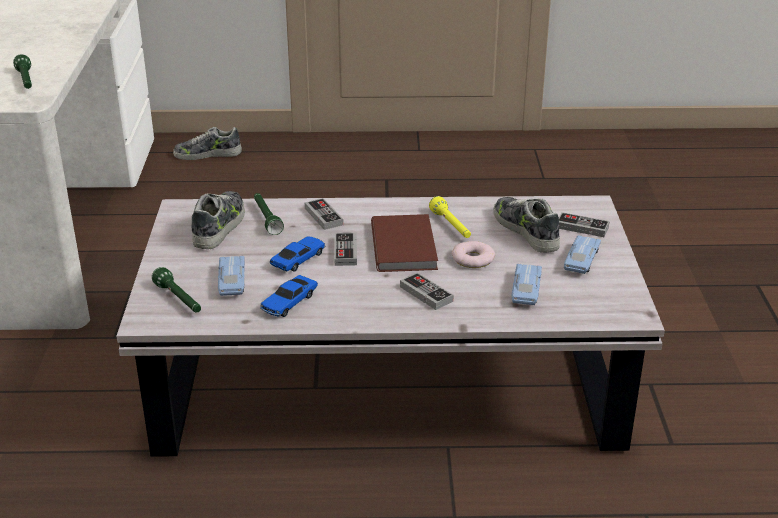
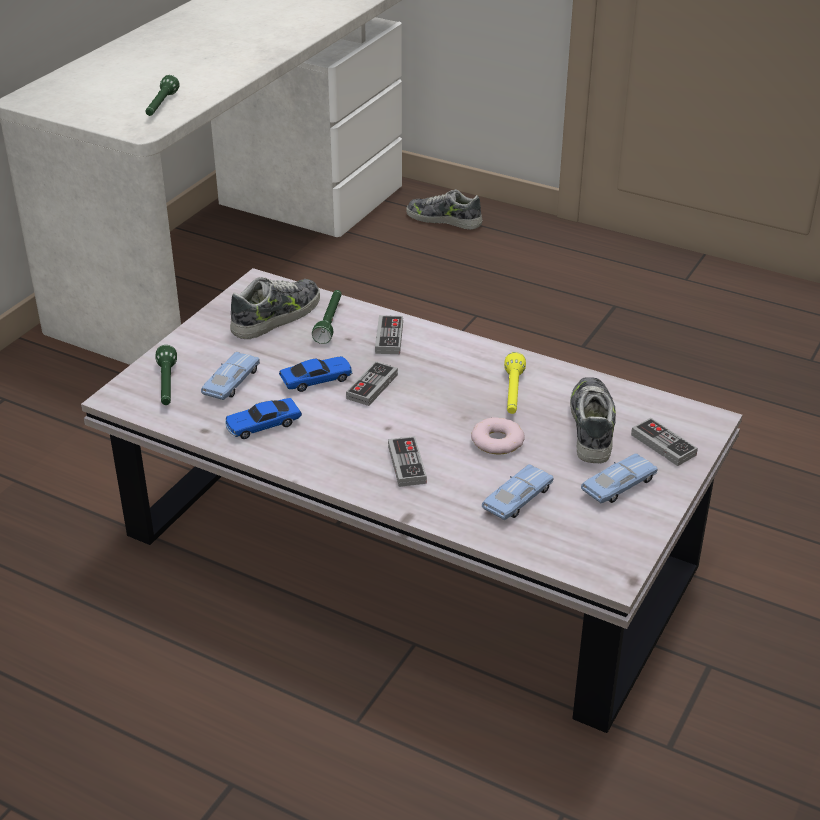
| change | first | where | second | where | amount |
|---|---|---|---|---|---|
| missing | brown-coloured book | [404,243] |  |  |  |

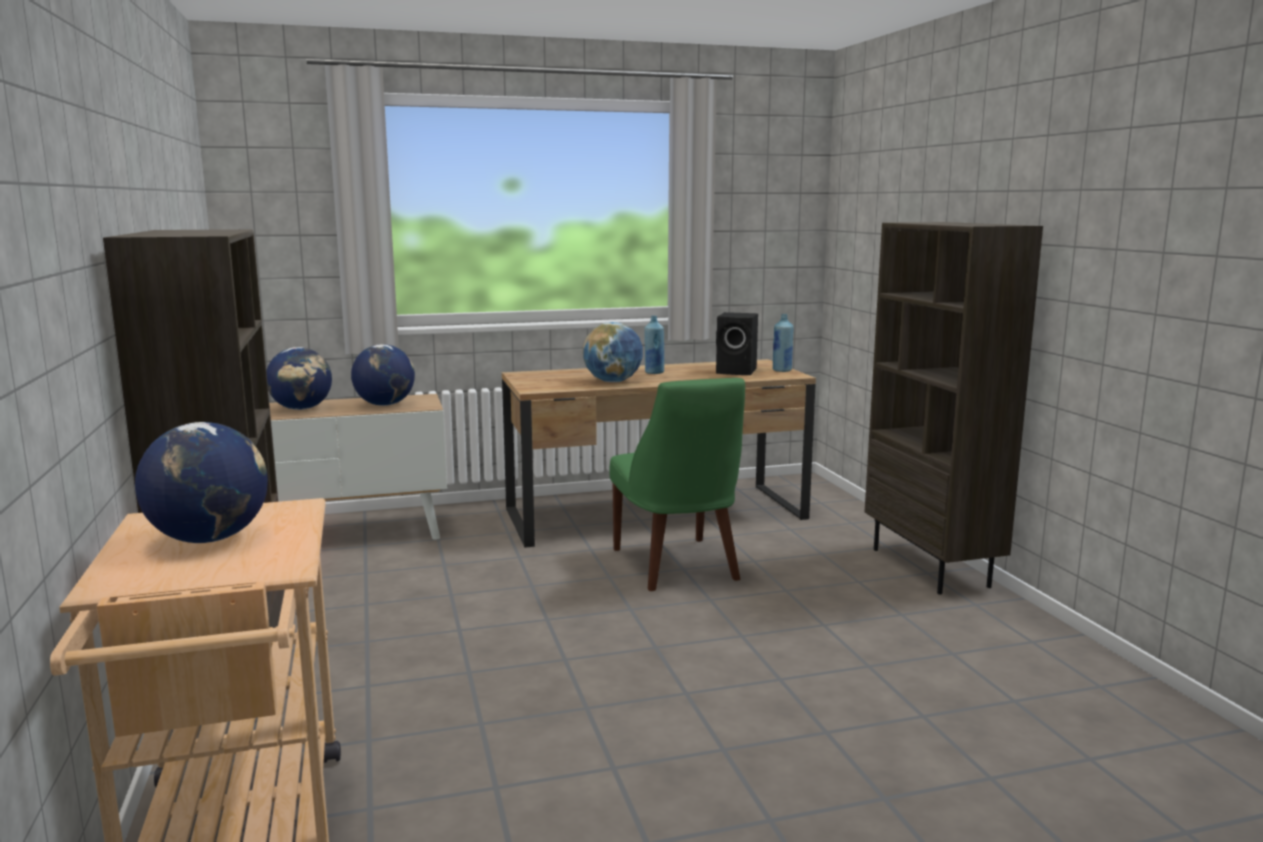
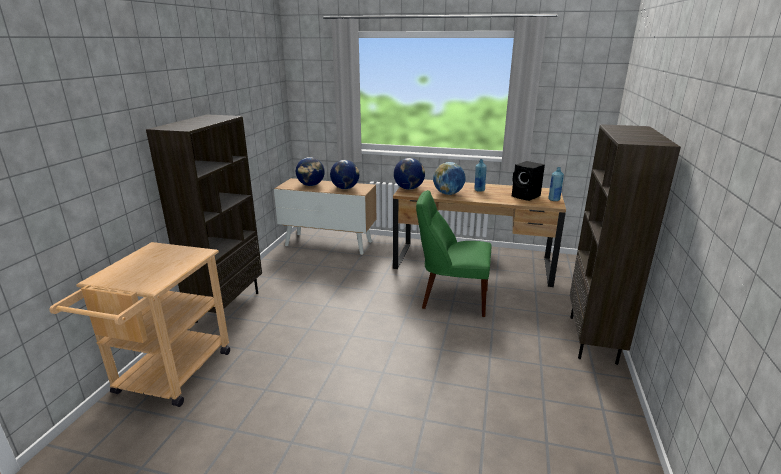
| change | first | where | second | where | amount |
|---|---|---|---|---|---|
| relocated | desk globe | [201,482] |  | [409,174] |  |
| spun | greenish plain chair | [677,484] |  | [453,253] | 90 degrees clockwise |

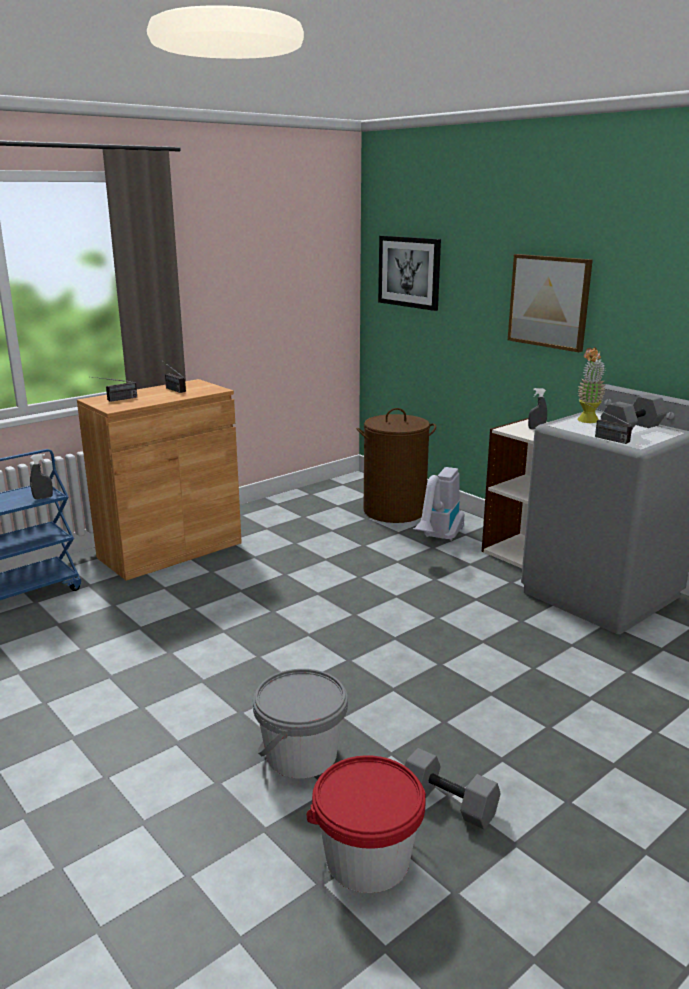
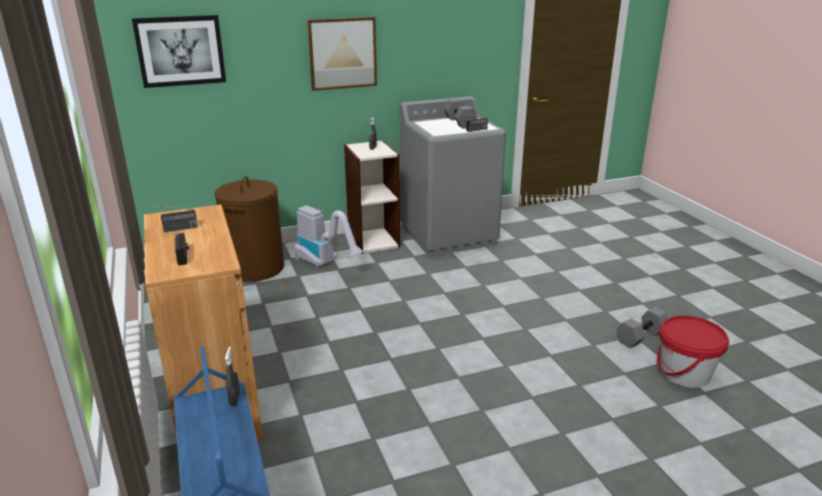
| change | first | where | second | where | amount |
|---|---|---|---|---|---|
| missing | greyish pail | [300,724] |  |  |  |
| missing | potted plant | [592,385] |  |  |  |

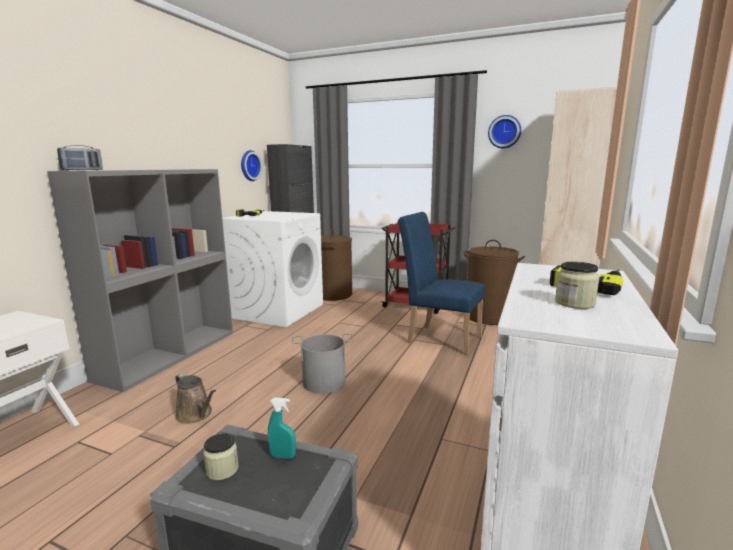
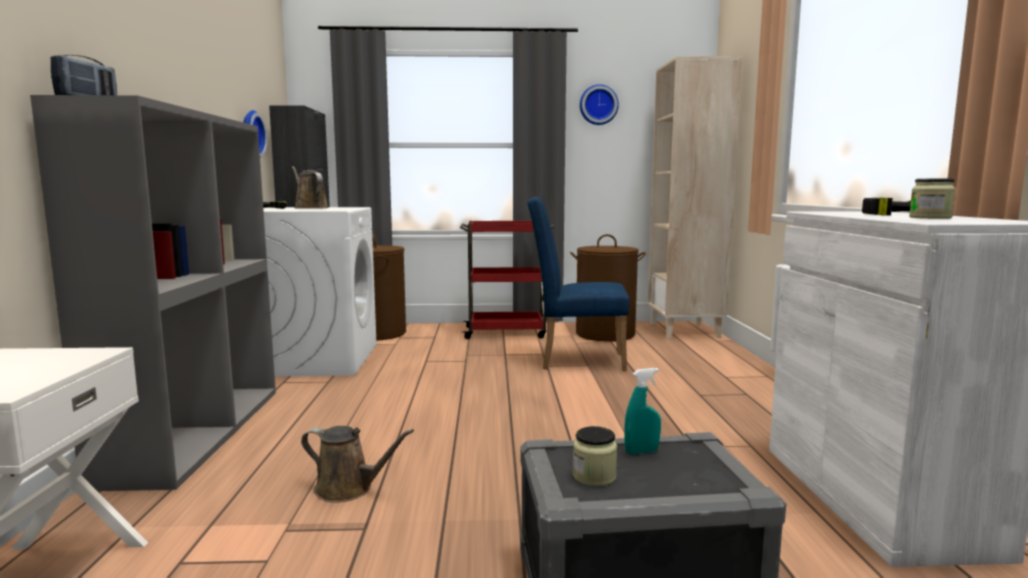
| change | first | where | second | where | amount |
|---|---|---|---|---|---|
| missing | greyish pail | [322,363] |  |  |  |
| appeared |  |  | brown-coloured watering can | [310,187] |  |

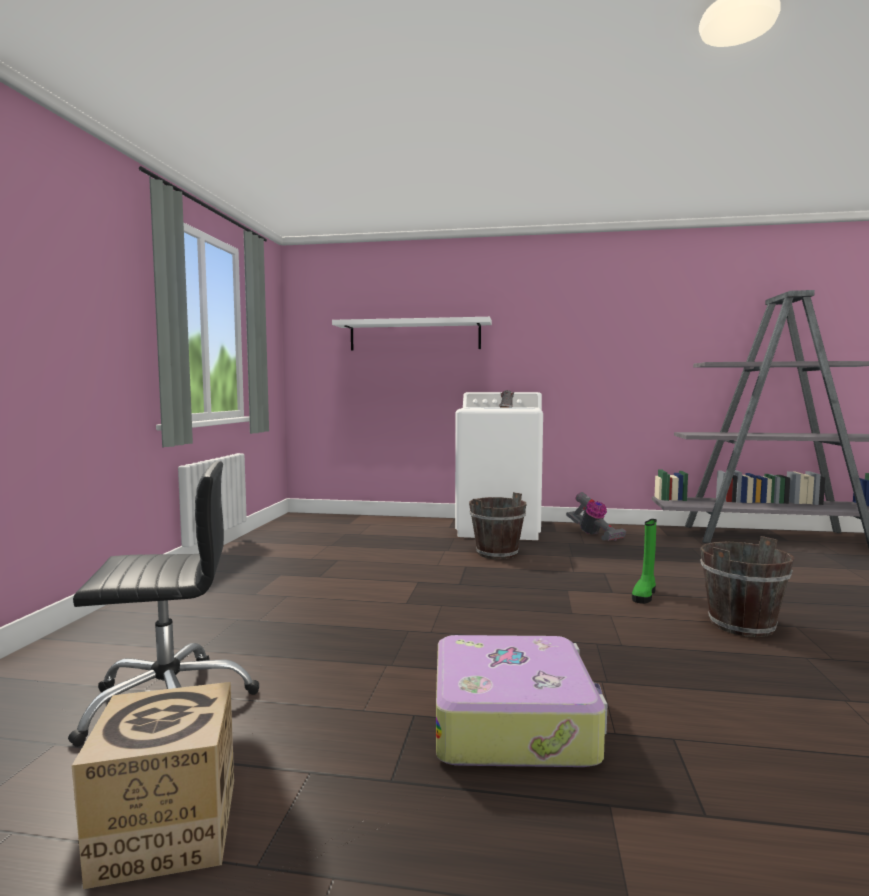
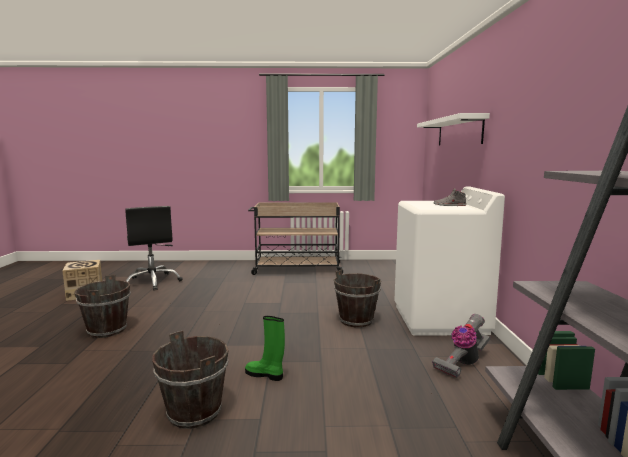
| change | first | where | second | where | amount |
|---|---|---|---|---|---|
| exchanged | suitcase | [521,701] | brown-coloured pail | [103,306] |  |
| appeared |  |  | beige wheeled cart | [296,238] |  |

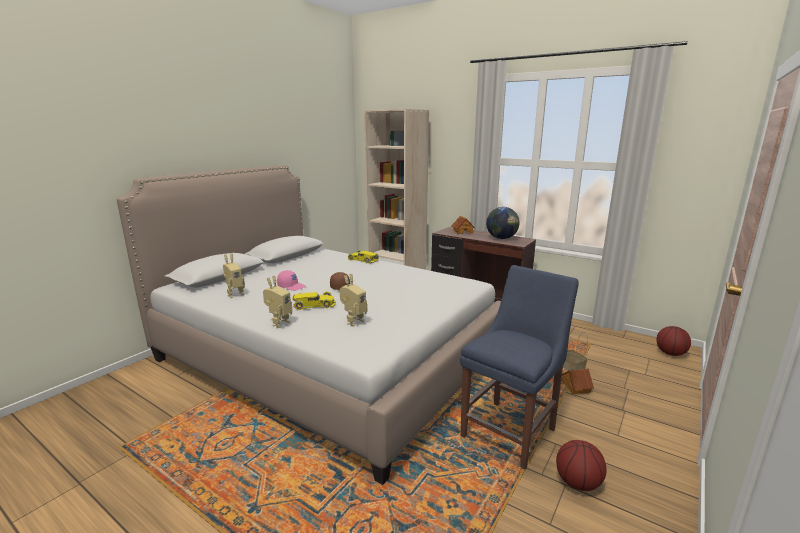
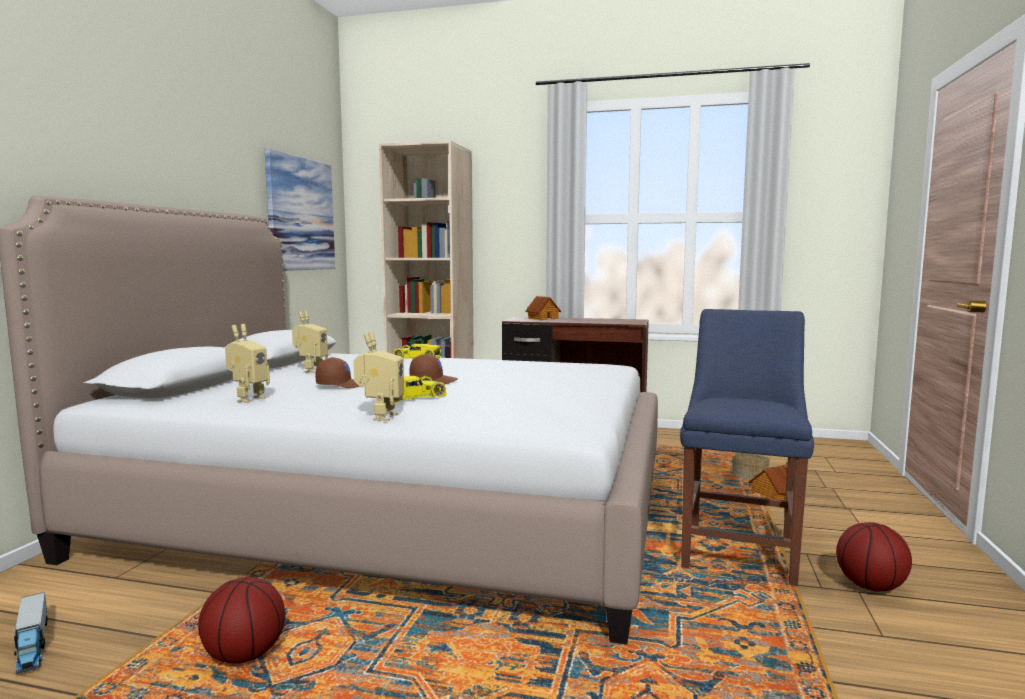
| change | first | where | second | where | amount |
|---|---|---|---|---|---|
| colour | pink-coloured baseball cap | [291,280] | brown-coloured baseball cap | [337,372] |  |
| relocated | model robot | [353,300] |  | [310,342] |  |
| missing | desk globe | [503,223] |  |  |  |
| relocated | ball for basketball | [674,341] |  | [241,620] |  |
| appeared |  |  | toy lorry | [31,633] |  |
| appeared |  |  | wall art | [300,210] |  |

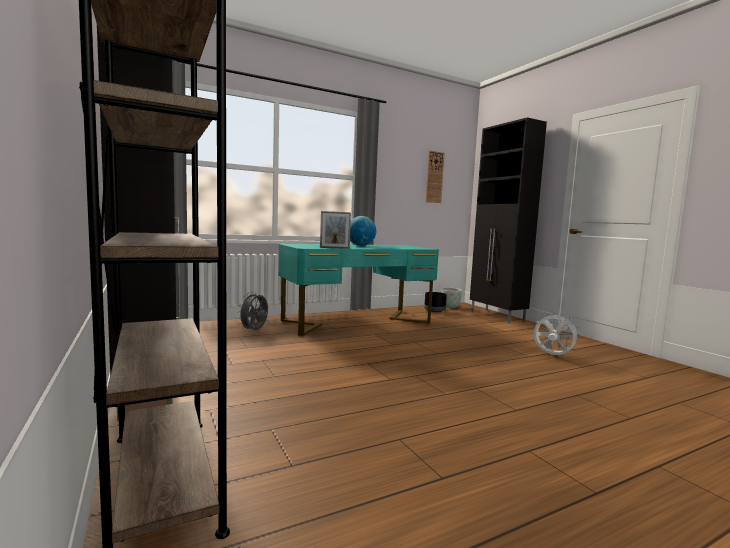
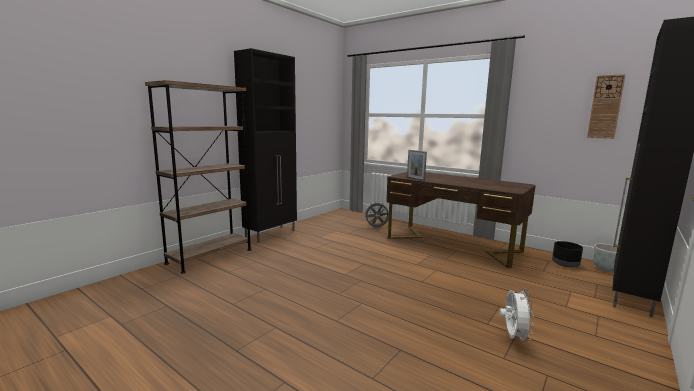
| change | first | where | second | where | amount |
|---|---|---|---|---|---|
| colour | turquoise desk | [358,290] | brown-coloured desk | [461,220] |  |
| missing | desk globe | [363,231] |  |  |  |

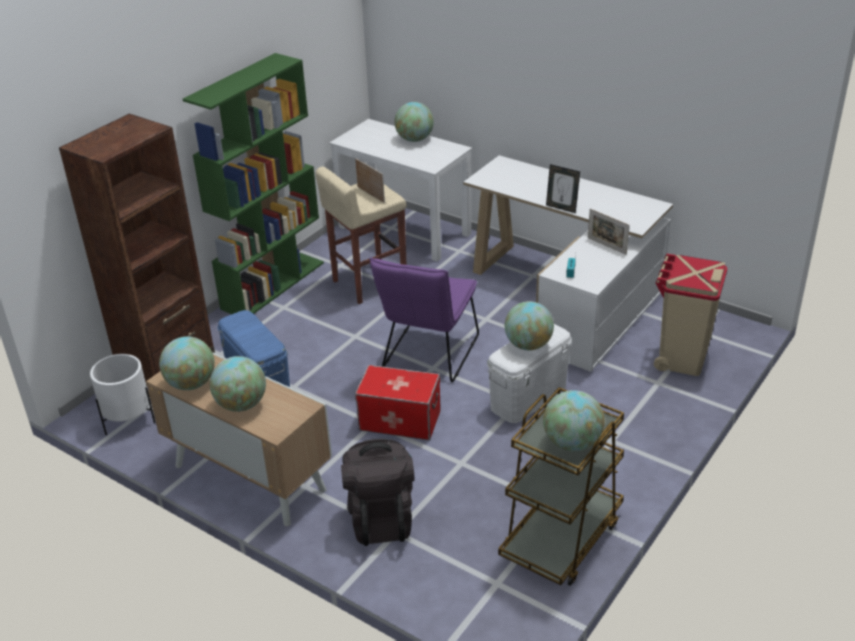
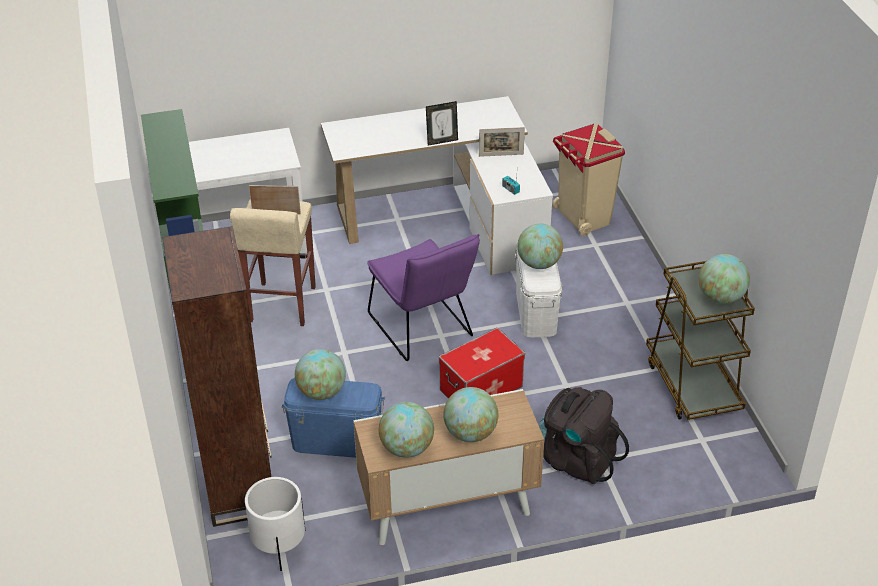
| change | first | where | second | where | amount |
|---|---|---|---|---|---|
| relocated | desk globe | [414,122] |  | [320,374] |  |

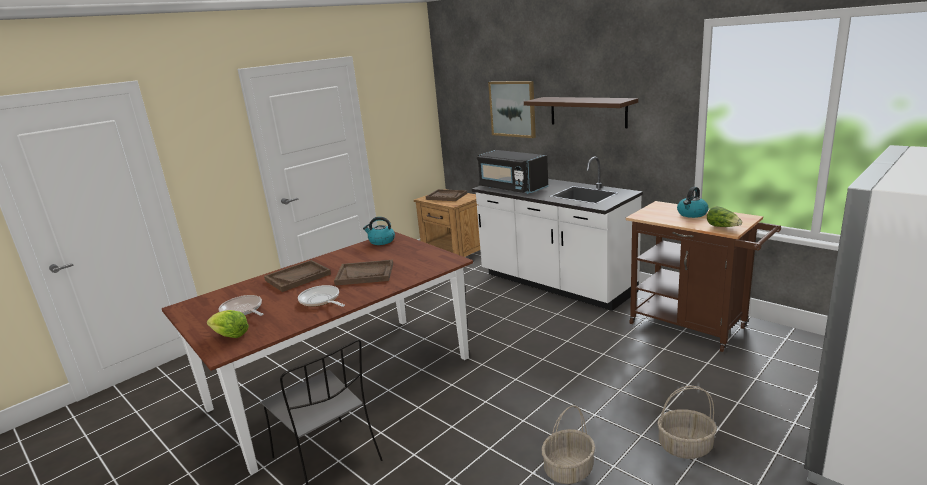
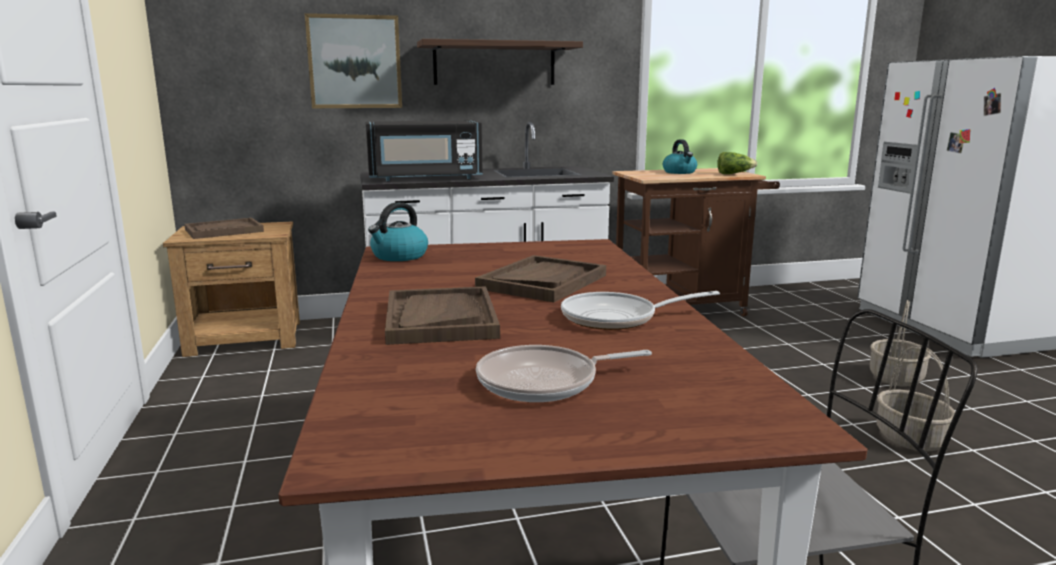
| change | first | where | second | where | amount |
|---|---|---|---|---|---|
| missing | lettuce head | [228,324] |  |  |  |

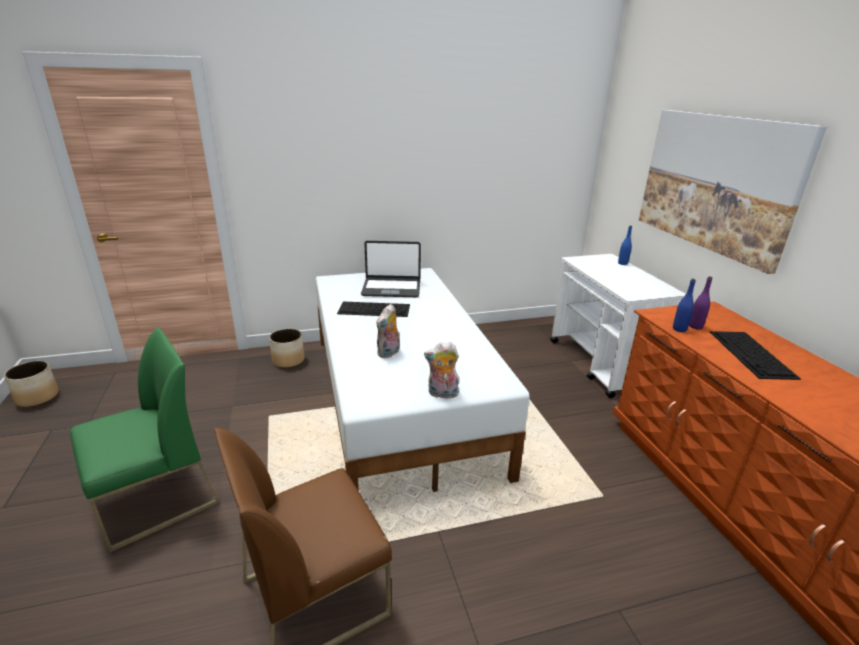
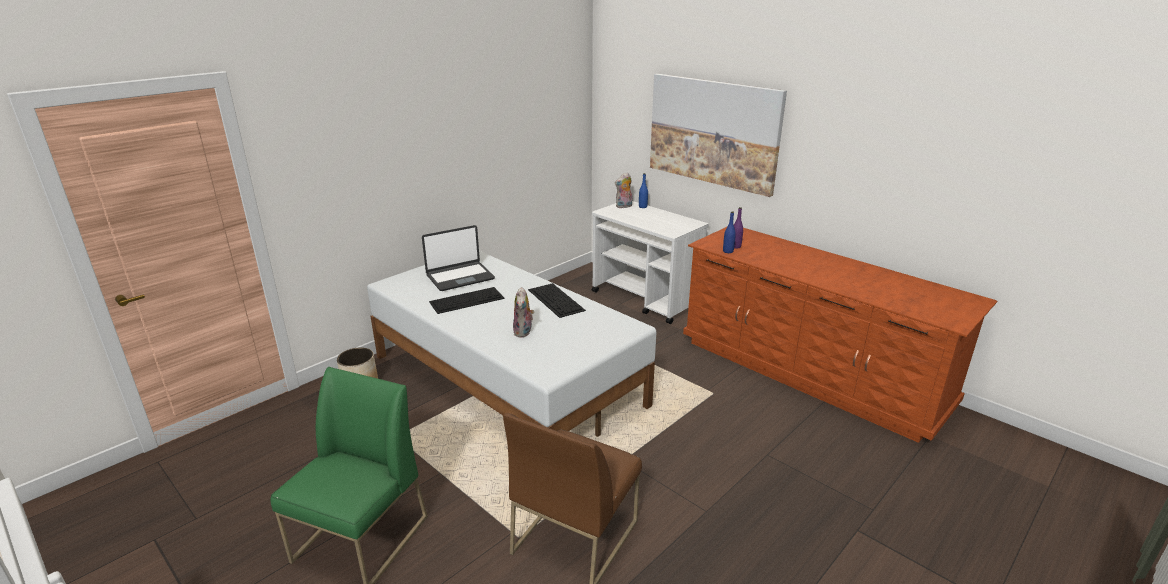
| change | first | where | second | where | amount |
|---|---|---|---|---|---|
| missing | flower pot | [31,384] |  |  |  |
| relocated | cuddly toy | [441,370] |  | [623,191] |  |
| relocated | computer keyboard | [755,355] |  | [557,300] |  |

